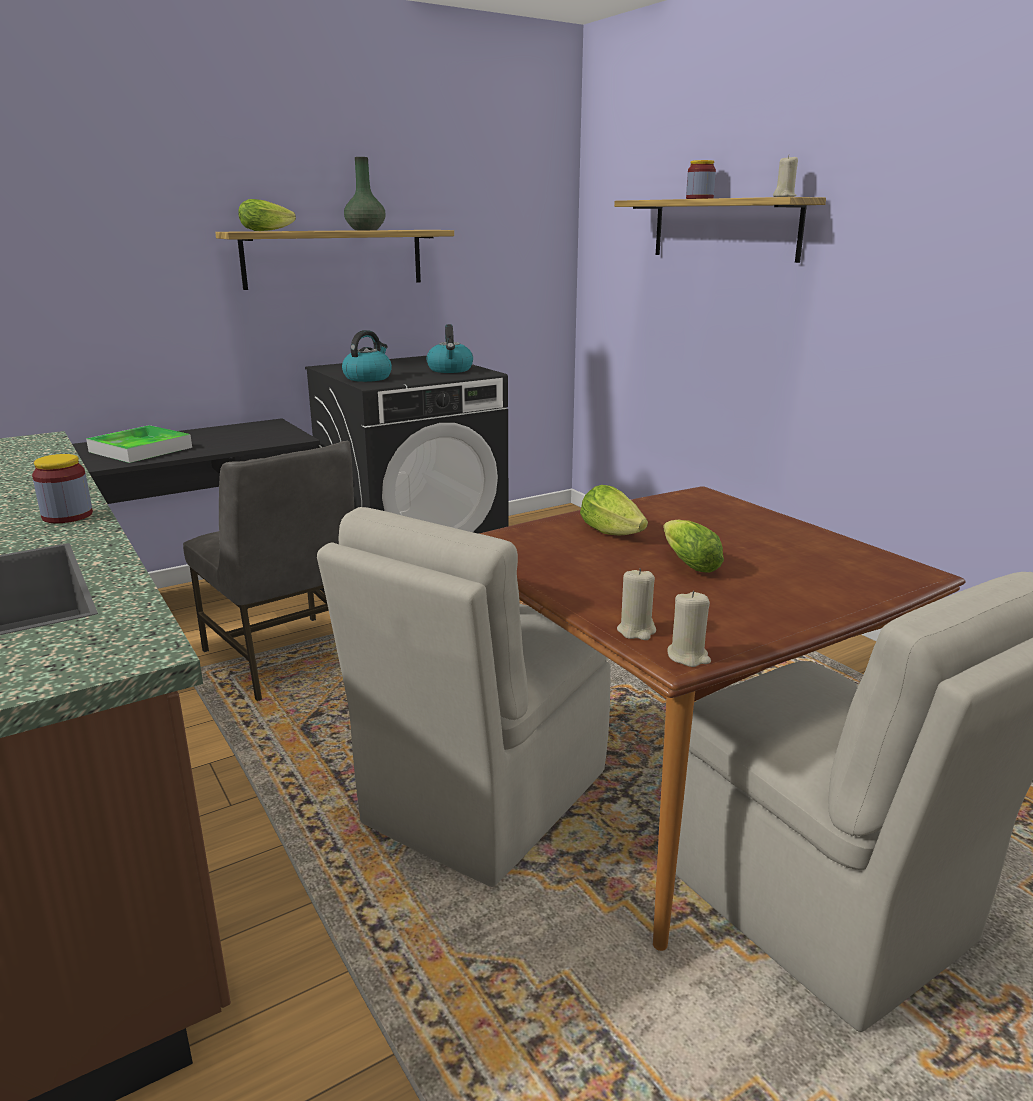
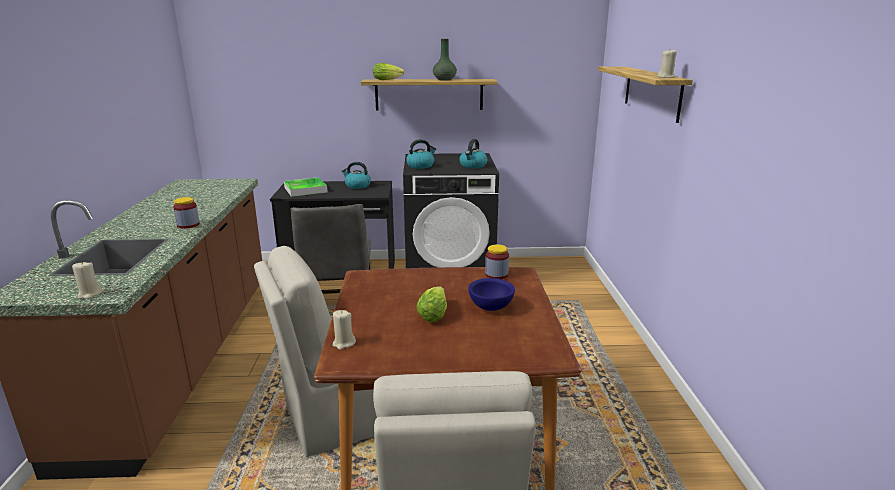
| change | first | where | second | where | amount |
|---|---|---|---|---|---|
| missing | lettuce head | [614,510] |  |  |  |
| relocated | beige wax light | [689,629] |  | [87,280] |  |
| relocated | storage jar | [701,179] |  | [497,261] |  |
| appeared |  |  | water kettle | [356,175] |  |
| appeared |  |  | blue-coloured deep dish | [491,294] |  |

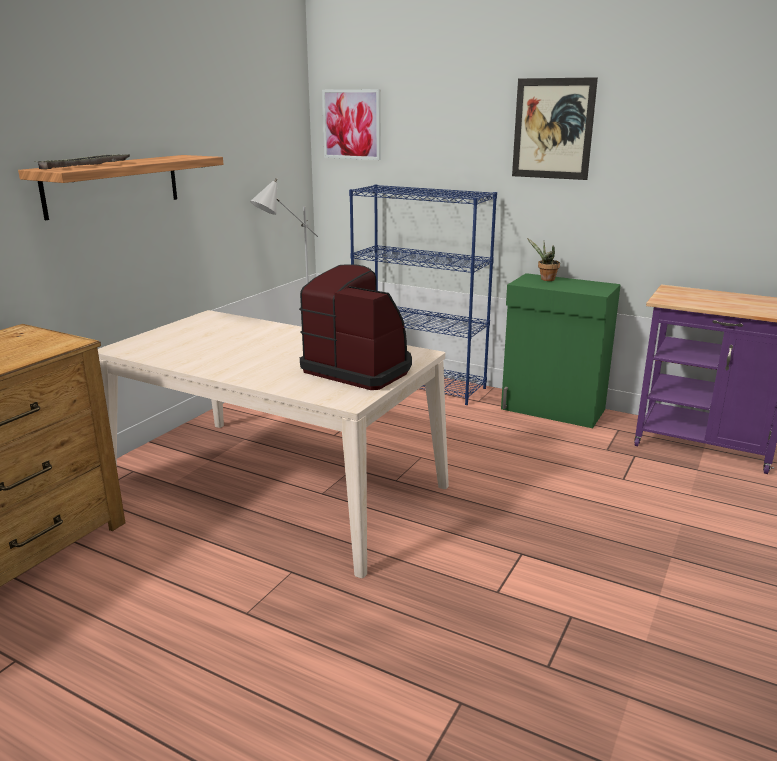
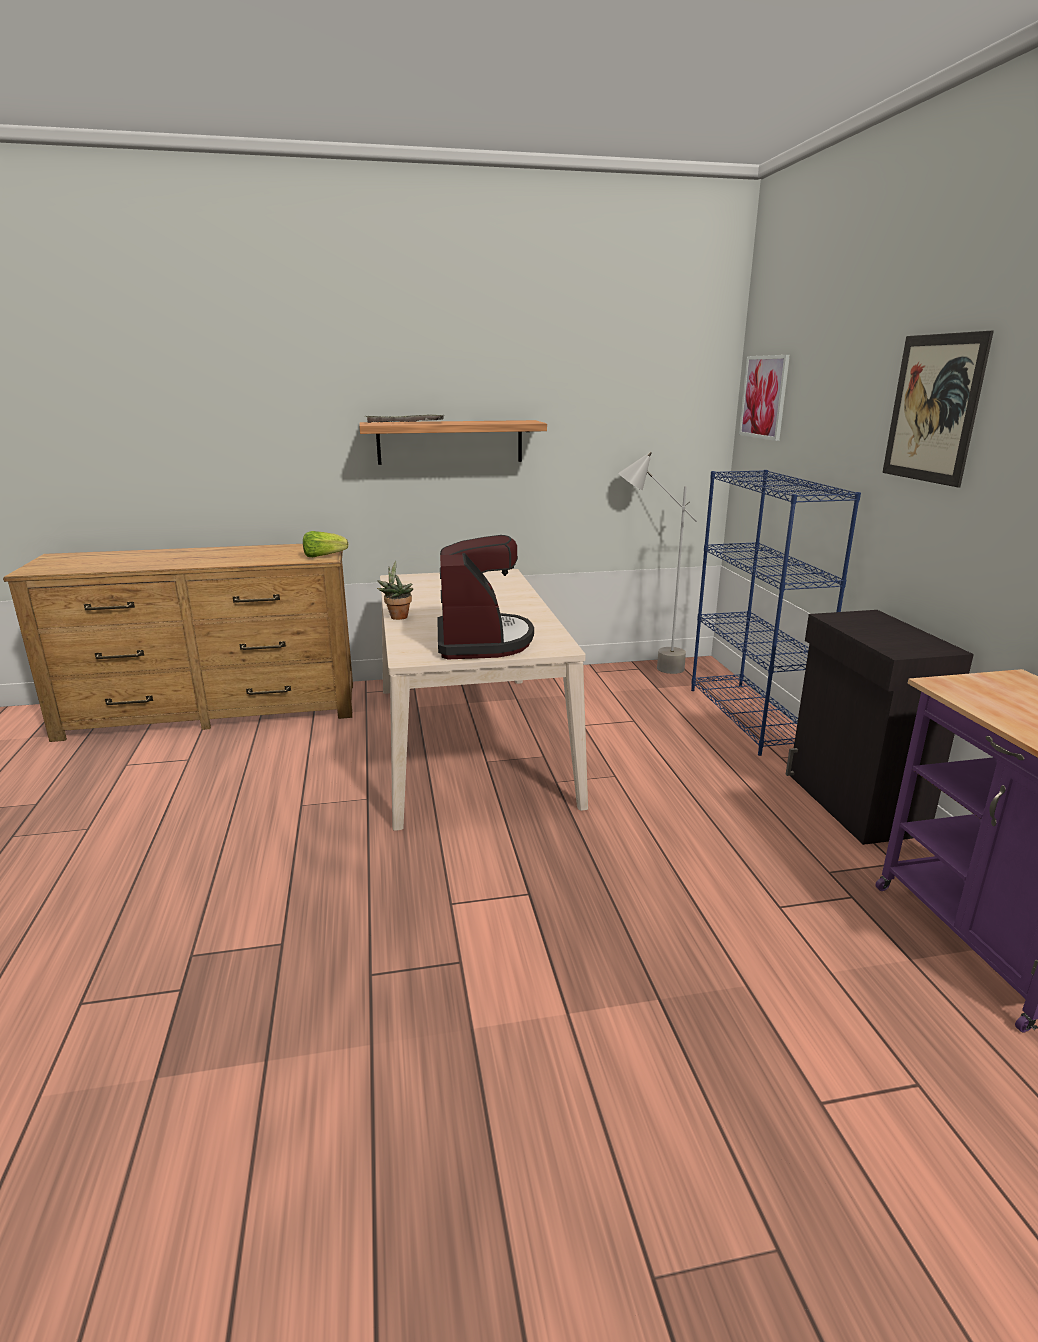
| change | first | where | second | where | amount |
|---|---|---|---|---|---|
| colour | greenish cupboard | [561,350] | black-coloured cupboard | [880,727] |  |
| relocated | potted plant | [543,259] |  | [395,590] |  |
| appeared |  |  | lettuce head | [325,544] |  |

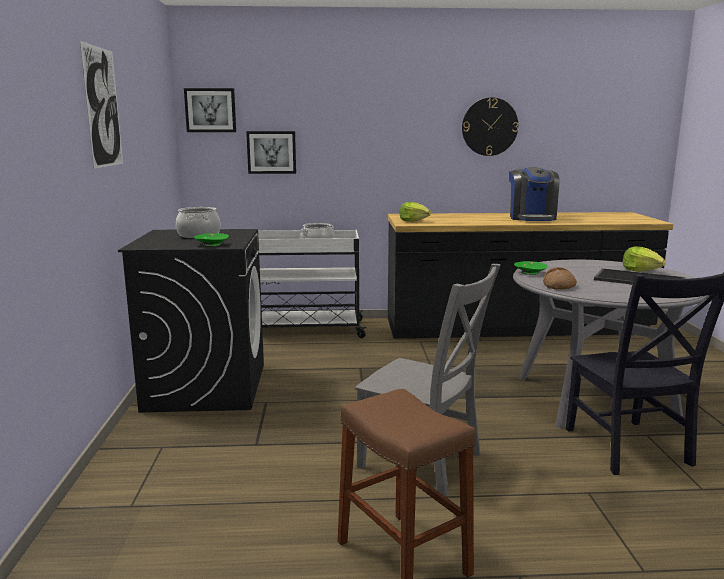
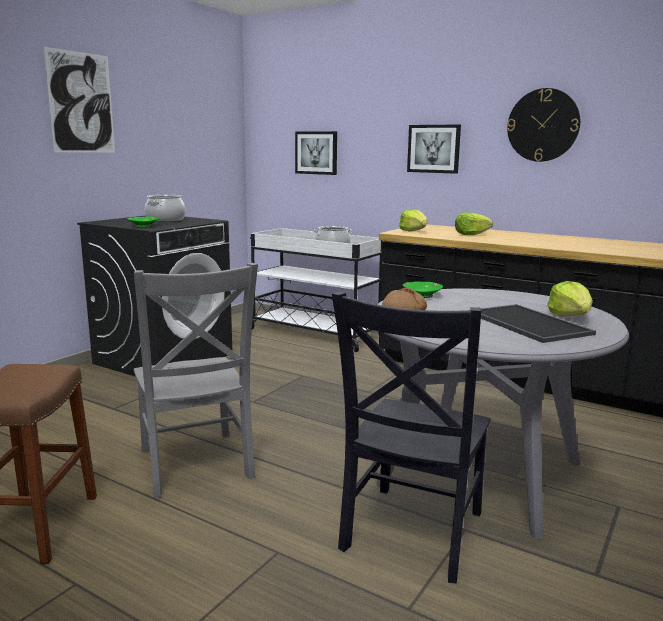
| change | first | where | second | where | amount |
|---|---|---|---|---|---|
| relocated | wall art | [210,110] |  | [434,149] |  |
| missing | coffee maker | [534,194] |  |  |  |
| appeared |  |  | lettuce head | [474,223] |  |

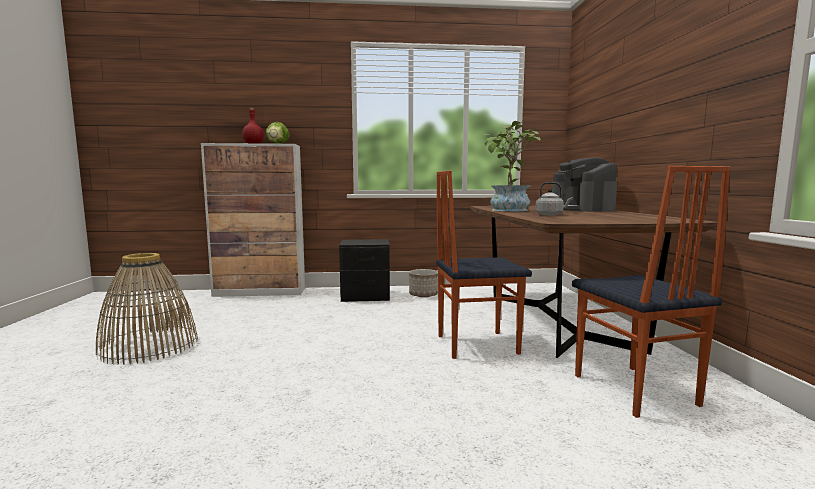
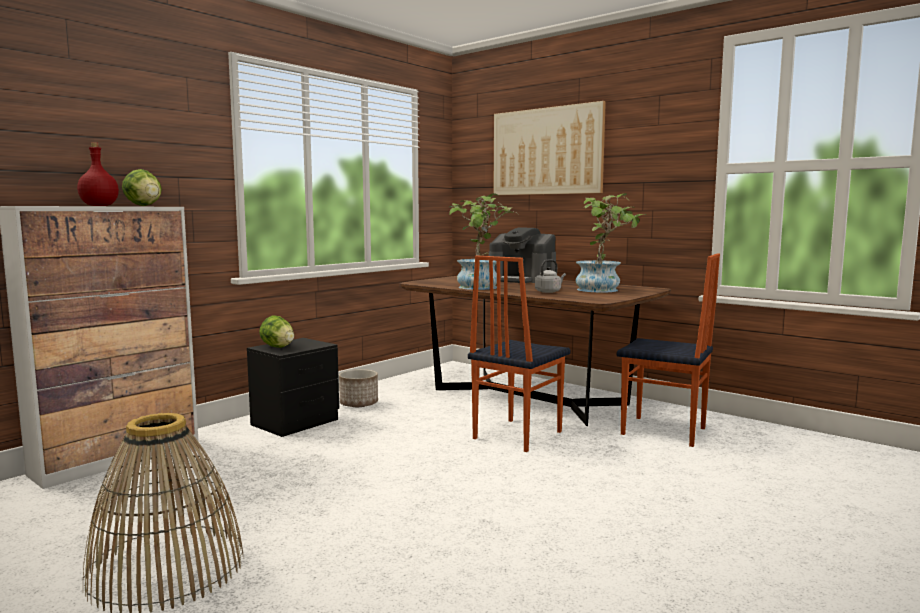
| change | first | where | second | where | amount |
|---|---|---|---|---|---|
| appeared |  |  | lettuce head | [276,331] |  |
| appeared |  |  | wall art | [549,148] |  |
| appeared |  |  | potted plant | [611,243] |  |

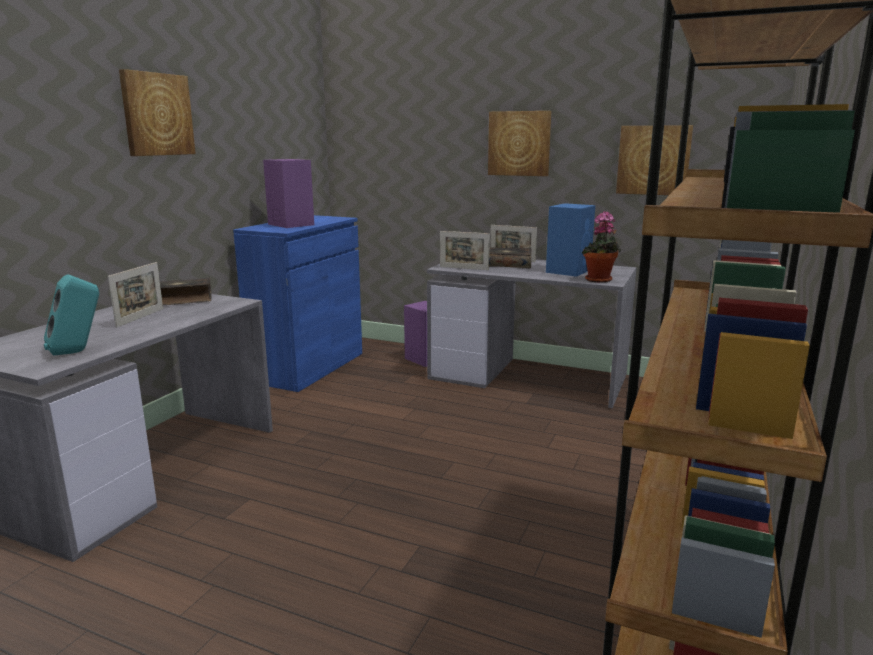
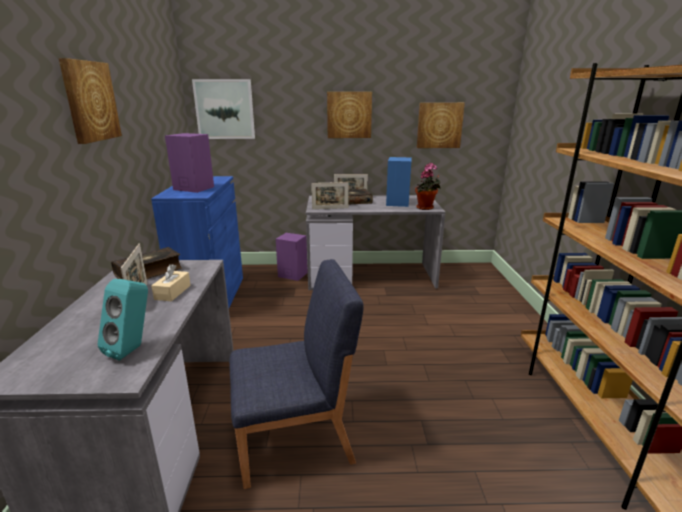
| change | first | where | second | where | amount |
|---|---|---|---|---|---|
| appeared |  |  | beige tissue holder | [171,283] |  |
| appeared |  |  | wall art | [223,109] |  |
| appeared |  |  | blue-coloured plain chair | [296,374] |  |

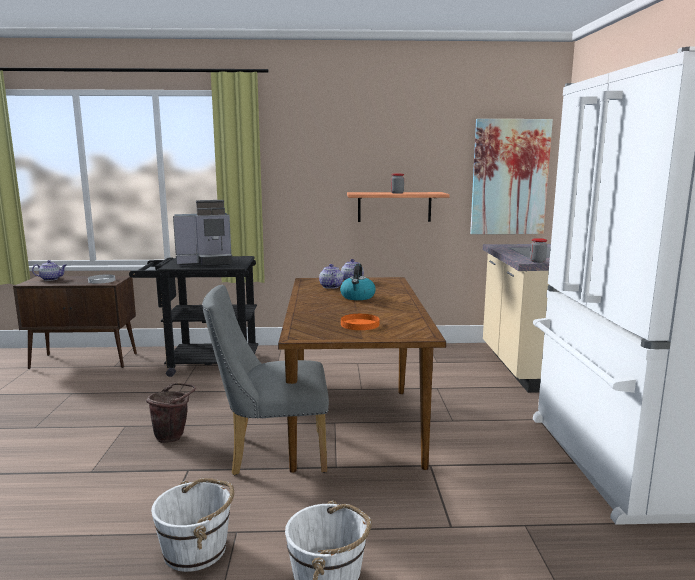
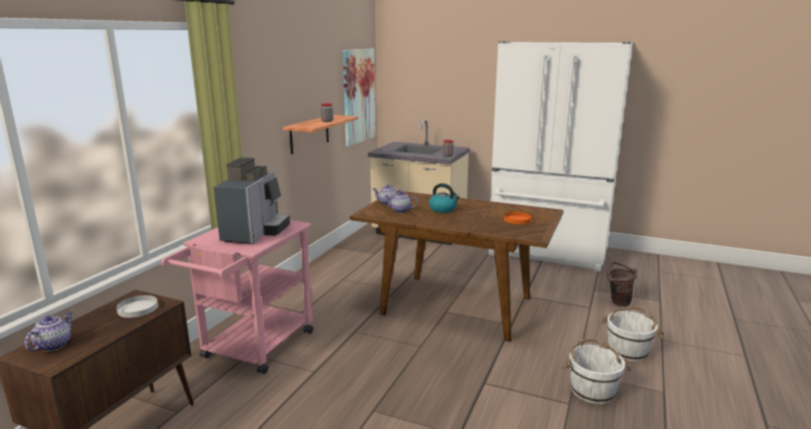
| change | first | where | second | where | amount |
|---|---|---|---|---|---|
| colour | black-coloured wheeled cart | [193,316] | pink-coloured wheeled cart | [237,297] |  |
| relocated | brown-coloured pail | [171,413] |  | [622,284] |  |
| missing | greyish plain chair | [265,380] |  |  |  |

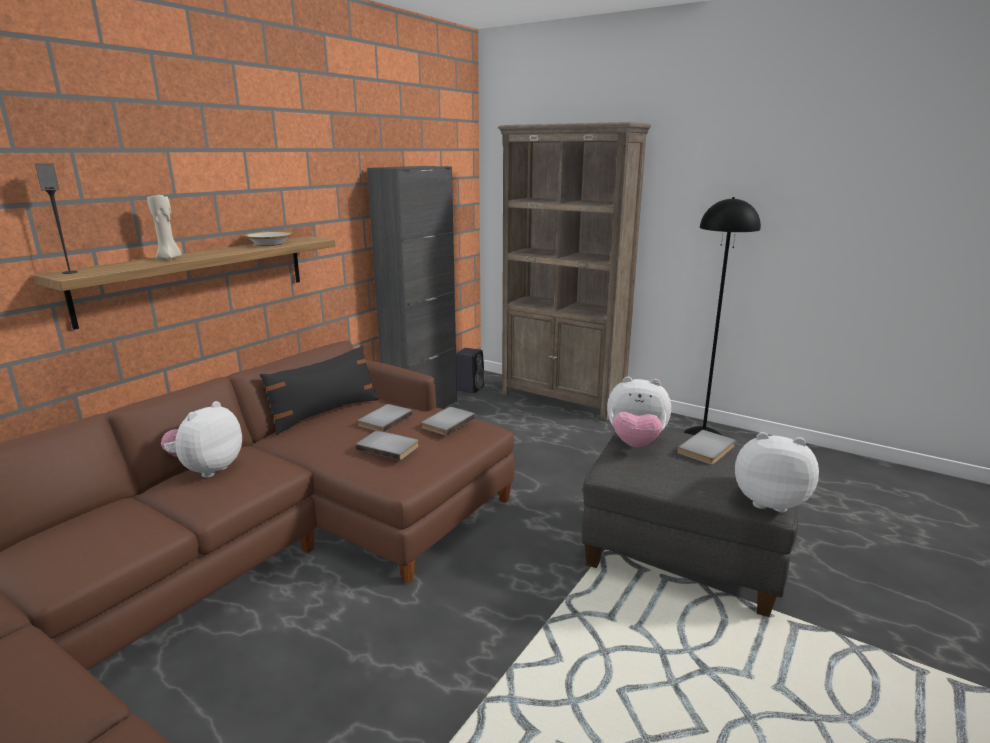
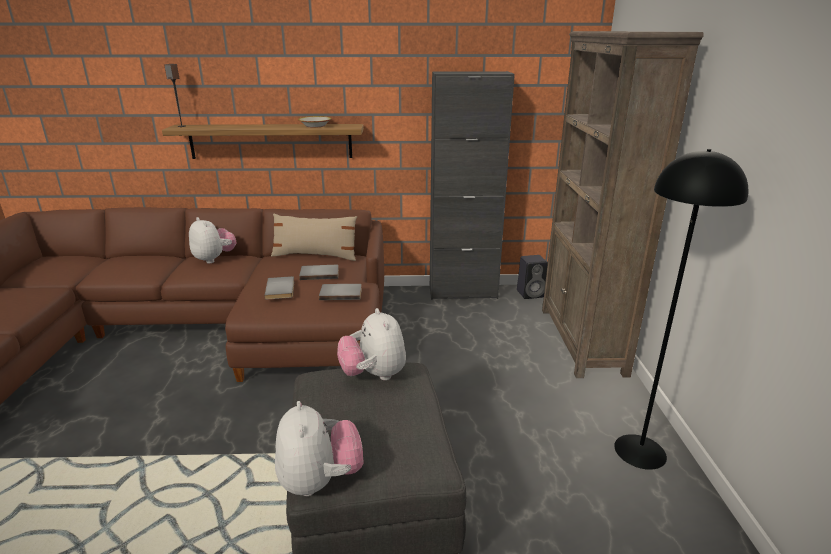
| change | first | where | second | where | amount |
|---|---|---|---|---|---|
| missing | beige wax light | [164,227] |  |  |  |
| spun | cuddly toy | [201,439] |  | [213,240] | 60 degrees clockwise |
| colour | black-coloured throw pillow | [319,390] | beige throw pillow | [314,237] |  |
| missing | greyish book | [706,447] |  |  |  |

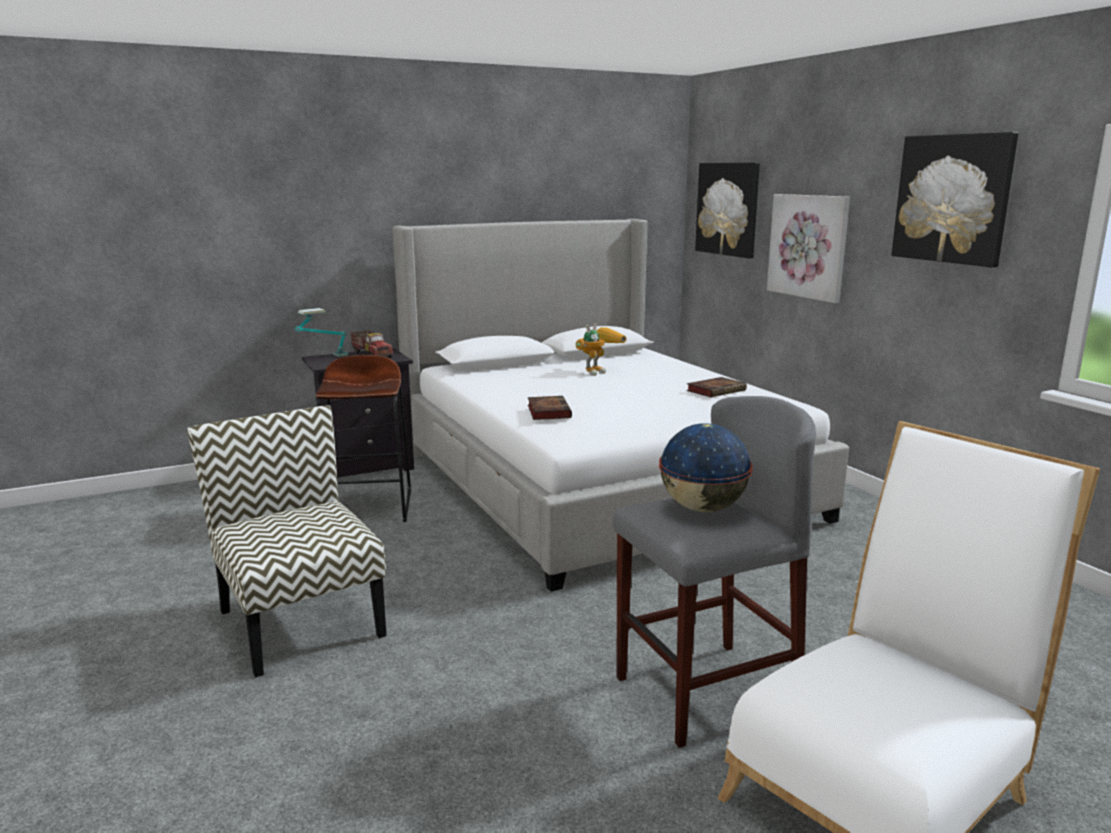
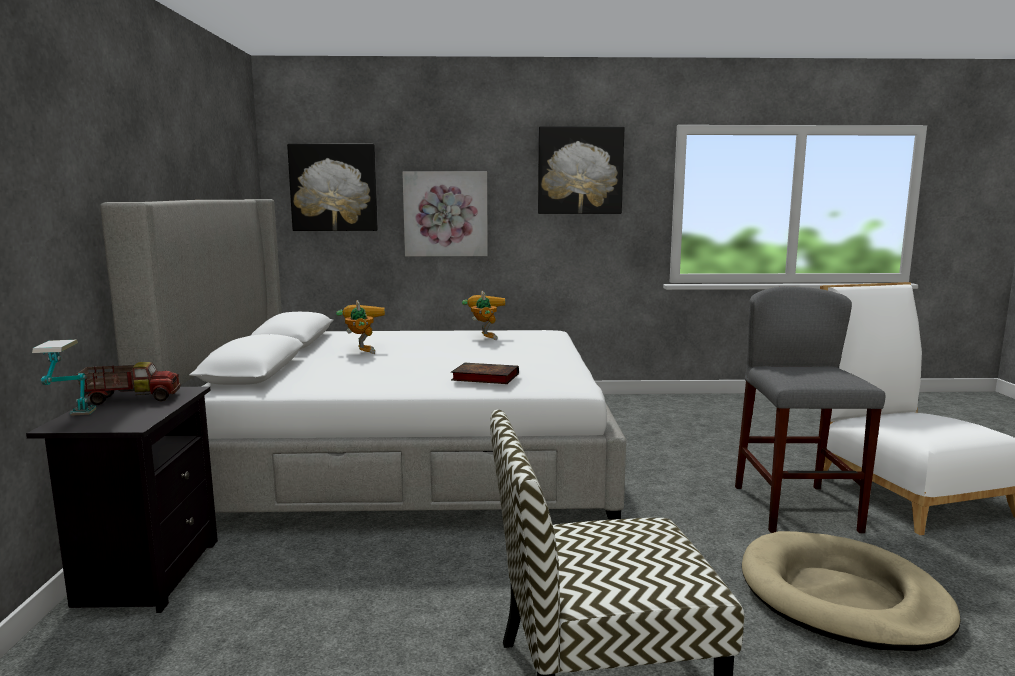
| change | first | where | second | where | amount |
|---|---|---|---|---|---|
| missing | brown-coloured sitting stool | [363,438] |  |  |  |
| missing | desk globe | [706,467] |  |  |  |
| exchanged | book | [716,387] | model robot | [483,315] |  |
| appeared |  |  | beige dog cushion | [851,591] |  |

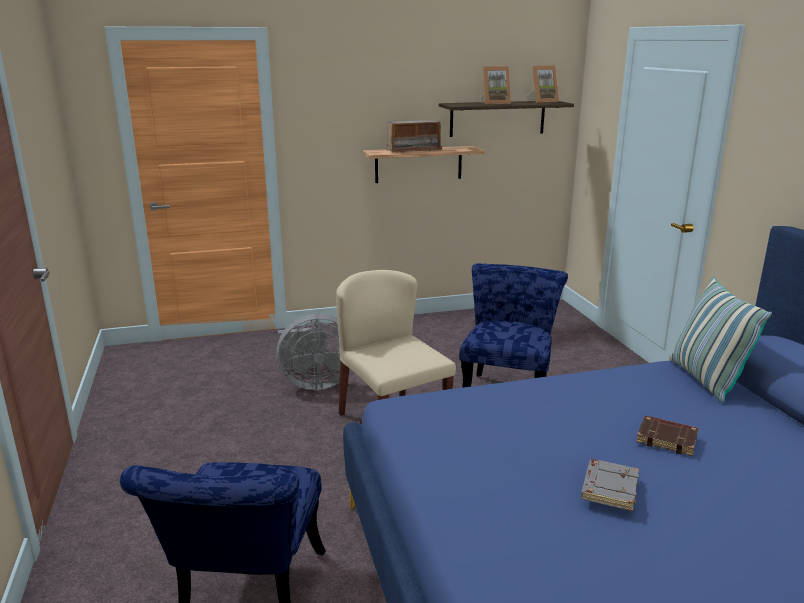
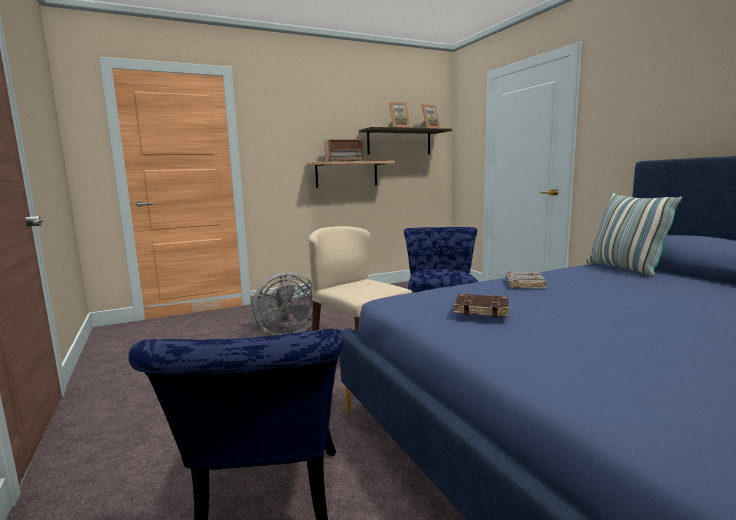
| change | first | where | second | where | amount |
|---|---|---|---|---|---|
| relocated | greyish book | [610,485] |  | [526,280] |  |
| relocated | brown-coloured book | [667,436] |  | [481,305] |  |

